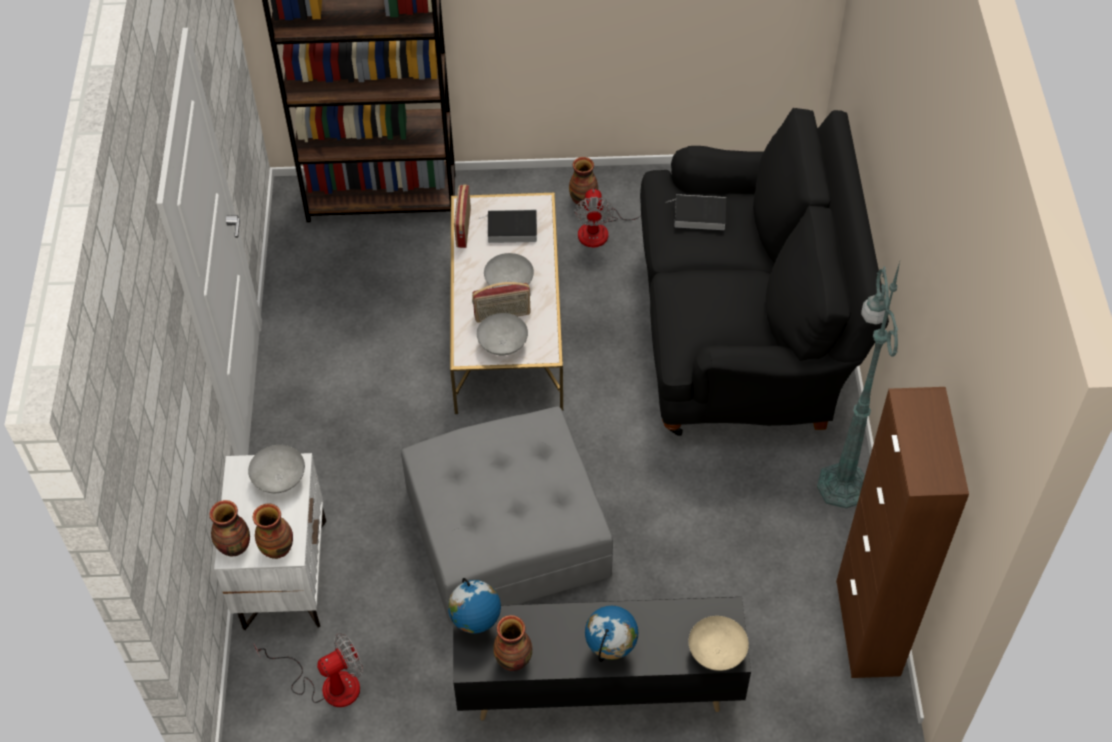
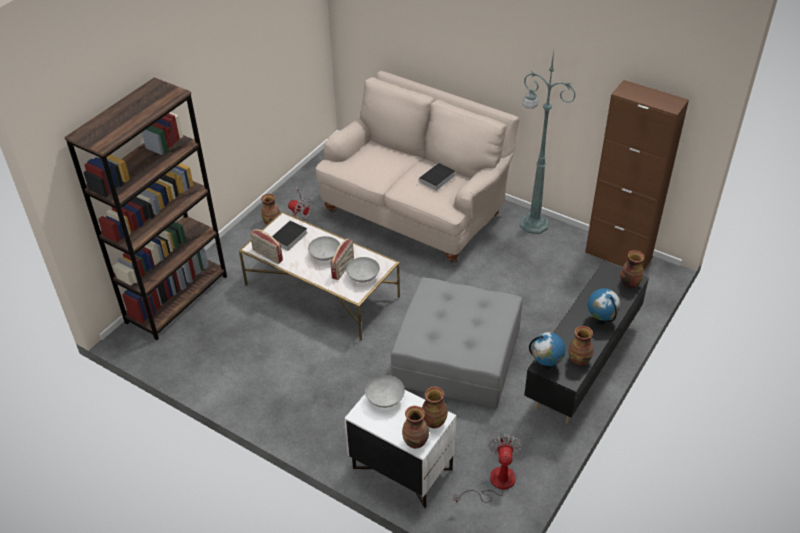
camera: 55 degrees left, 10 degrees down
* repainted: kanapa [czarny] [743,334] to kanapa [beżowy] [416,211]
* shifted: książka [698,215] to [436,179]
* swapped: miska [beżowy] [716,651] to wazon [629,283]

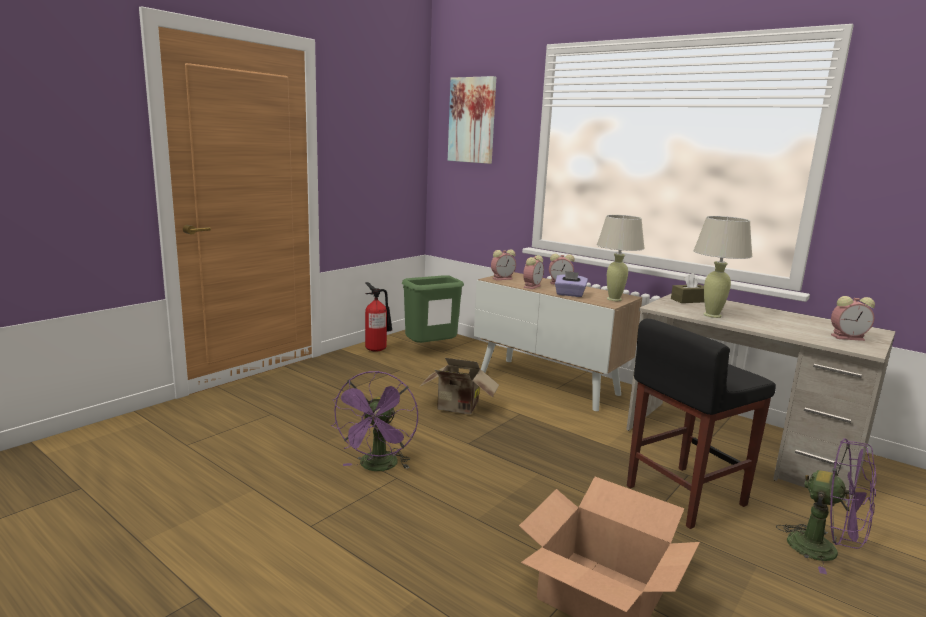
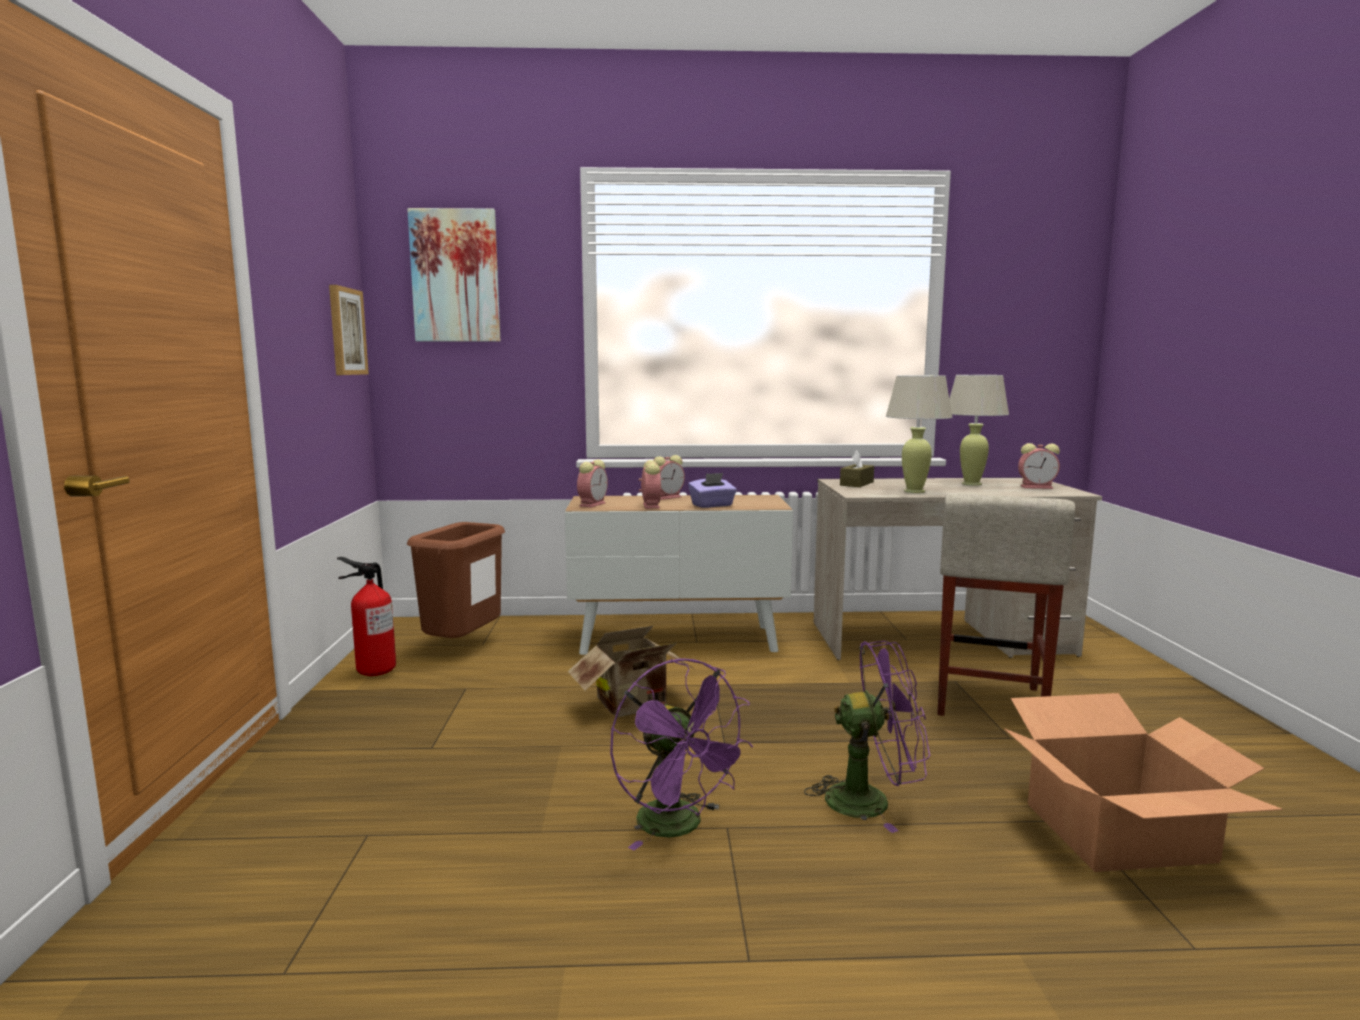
camera: 40 degrees left, 5 degrees down
* repainted: kosz na śmieci [zielony] [430,350] to kosz na śmieci [brązowy] [464,648]
* shifted: lampa stołowa [beżowy] [614,299] to [972,484]
* repainted: stołek [czarny] [684,496] to stołek [beżowy] [988,701]
* shifted: wentylator [fioletowy] [824,551] to [870,800]
* rotated: budzik [848,337] = [1038,487] 45 degrees clockwise
* new: obraz [346,331]

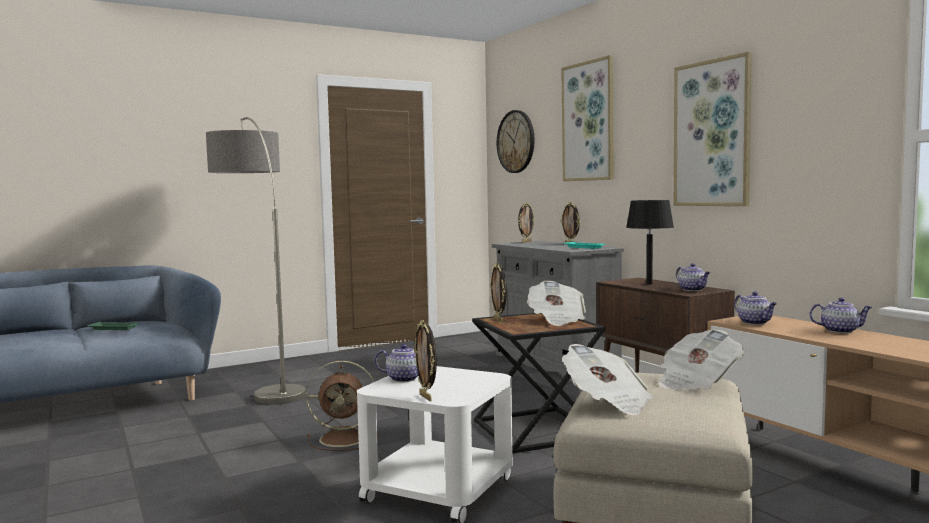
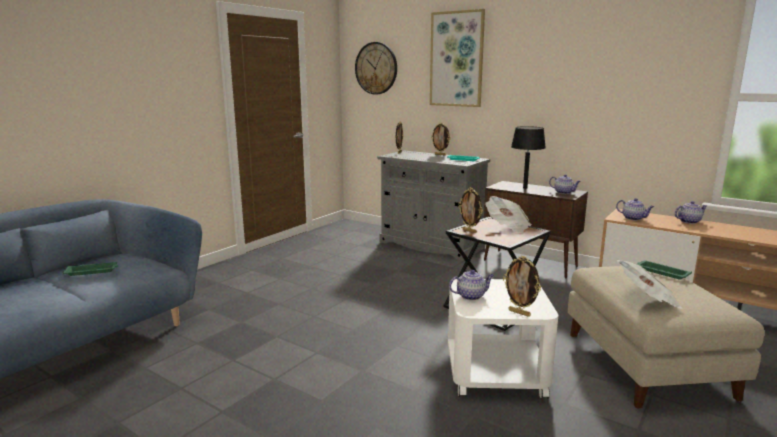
camera: 25 degrees left, 10 degrees up
* gone: lampa stojąca [262,383]
* gone: wentylator [brązowy] [345,438]
* swapped: gazeta [696,382] to taca [zielony] [661,272]
* gone: obraz [712,133]

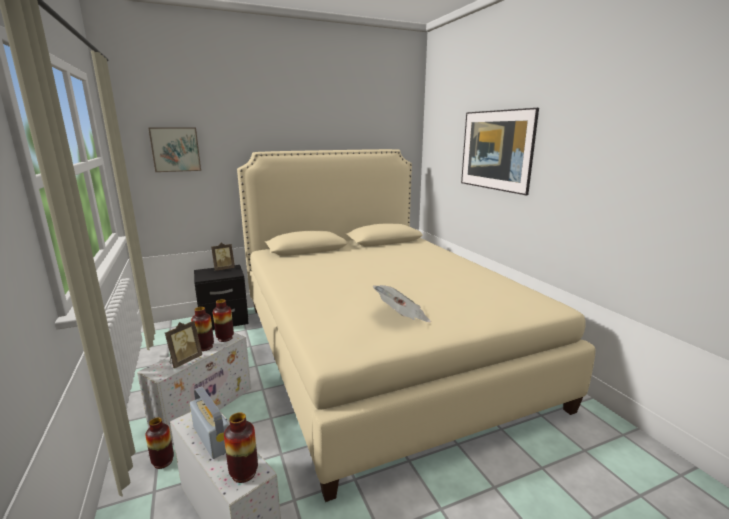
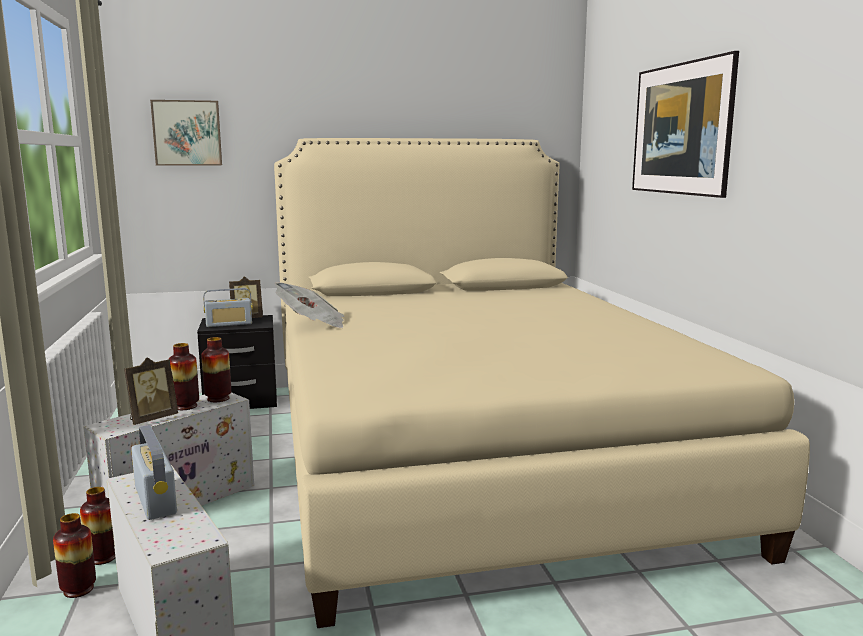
camera: 10 degrees right, 5 degrees down
* shifted: wazon [244,473] to [78,589]
* shifted: gazeta [402,317] to [312,324]
* new: radio [229,324]

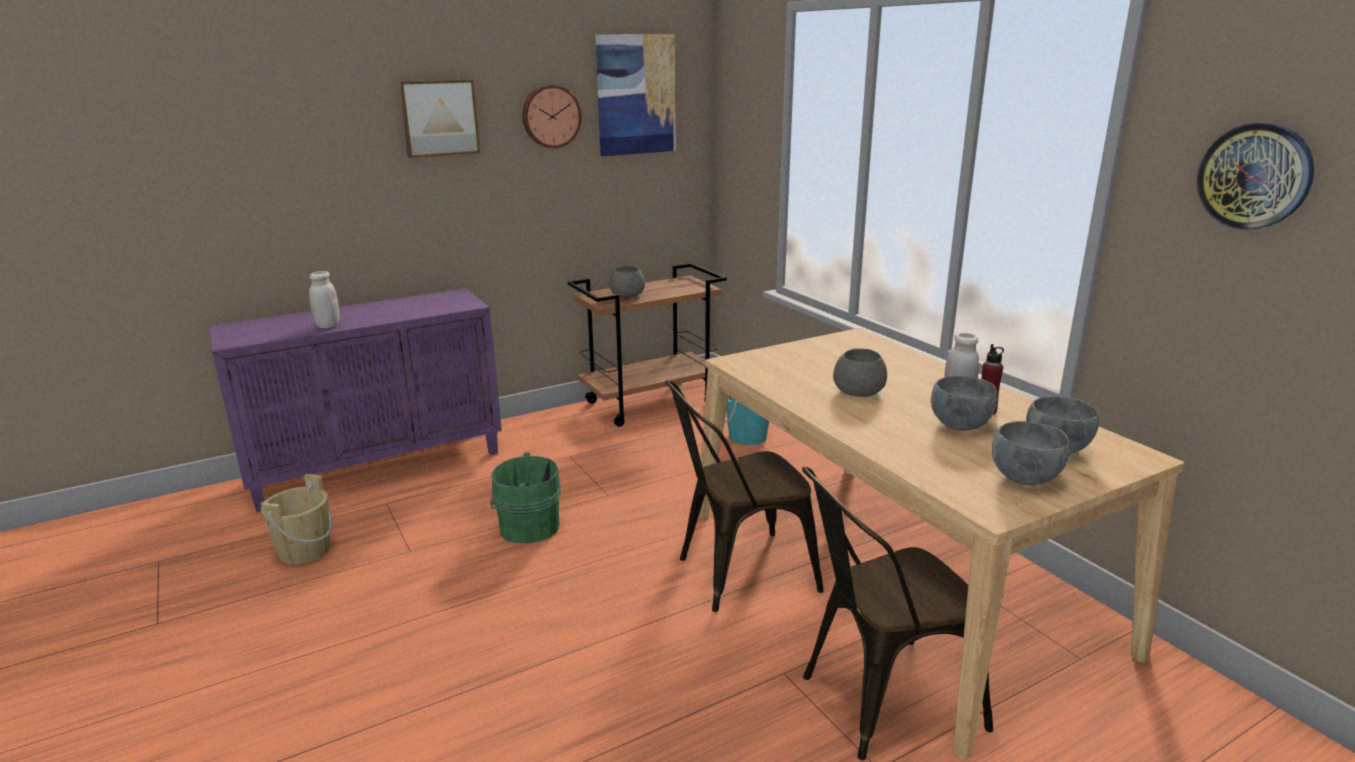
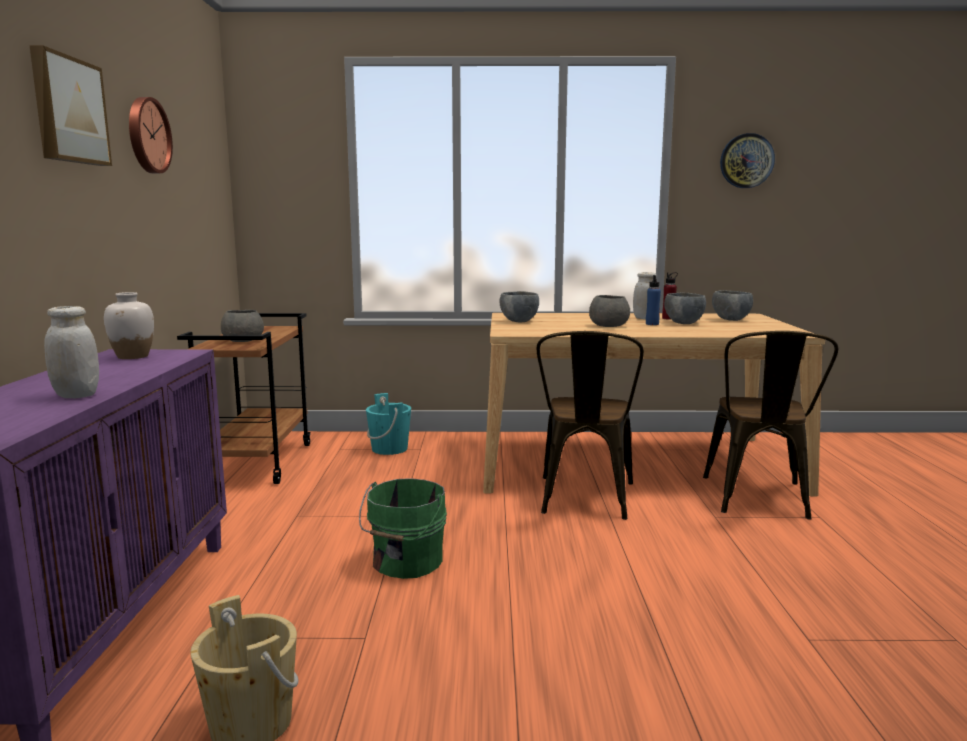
camera: 60 degrees left, 10 degrees down
* gone: obraz [636,95]
* shifted: miska [szary] [1024,478] to [518,321]
* new: wazon [biały] [133,356]
* new: butelka [niebieski] [652,324]

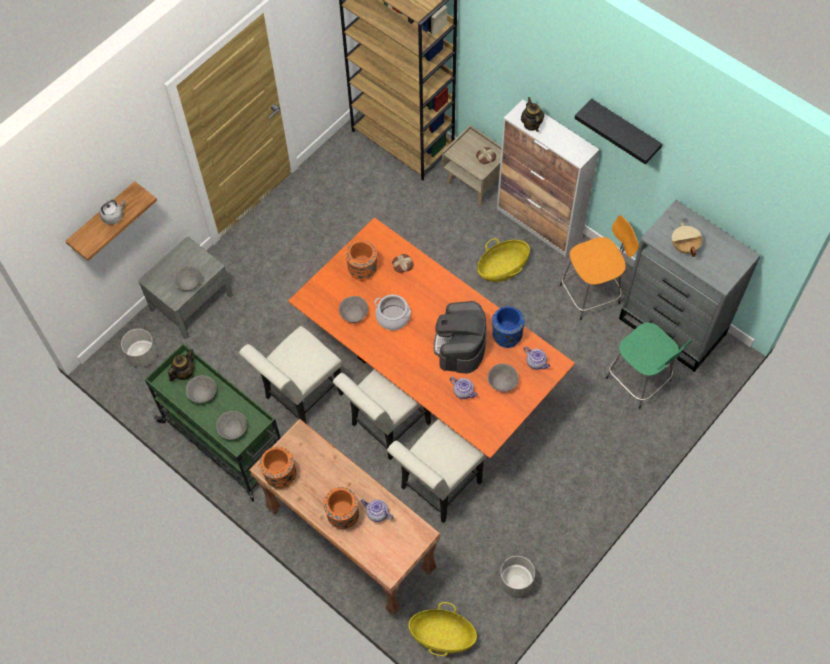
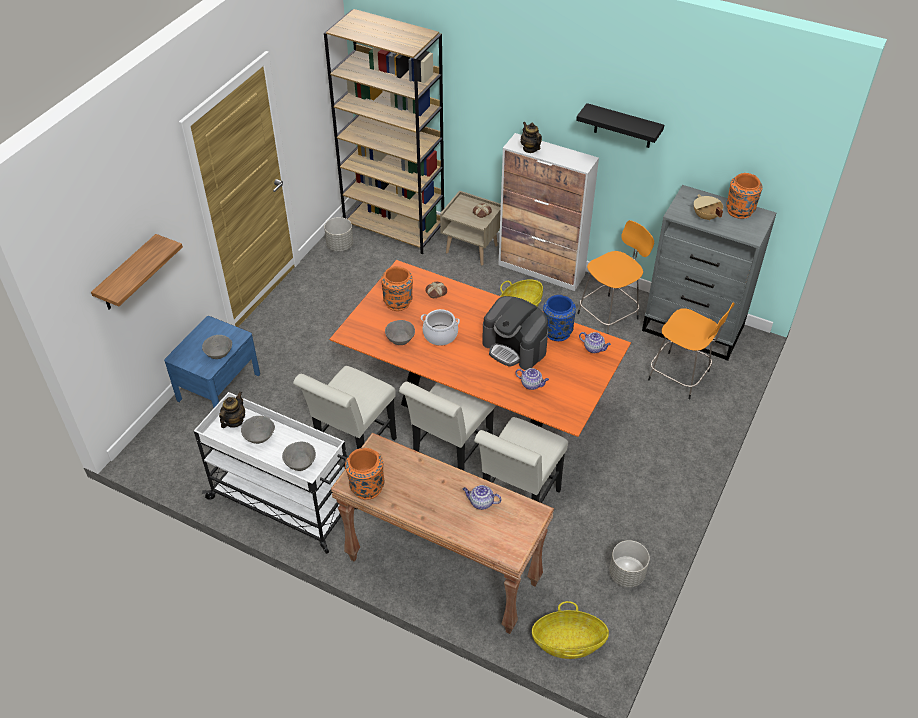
camera: 15 degrees left, 15 degrees down
* gone: czajnik [szary] [114,216]
* shifted: donica [szary] [142,355] to [340,246]
* repainted: szafka nocna [szary] [191,302] to szafka nocna [niebieski] [218,386]
* repainted: wózek [zielony] [226,442] to wózek [biały] [285,504]
* shifted: wazon [pomarańczowy] [343,516] to [739,211]
* rotated: ekspres do kawy [460,346] = [515,347] 45 degrees counterclockwise
* gone: miska [szary] [502,383]
* repainted: stołek [zielony] [640,381] to stołek [pomarańczowy] [681,376]

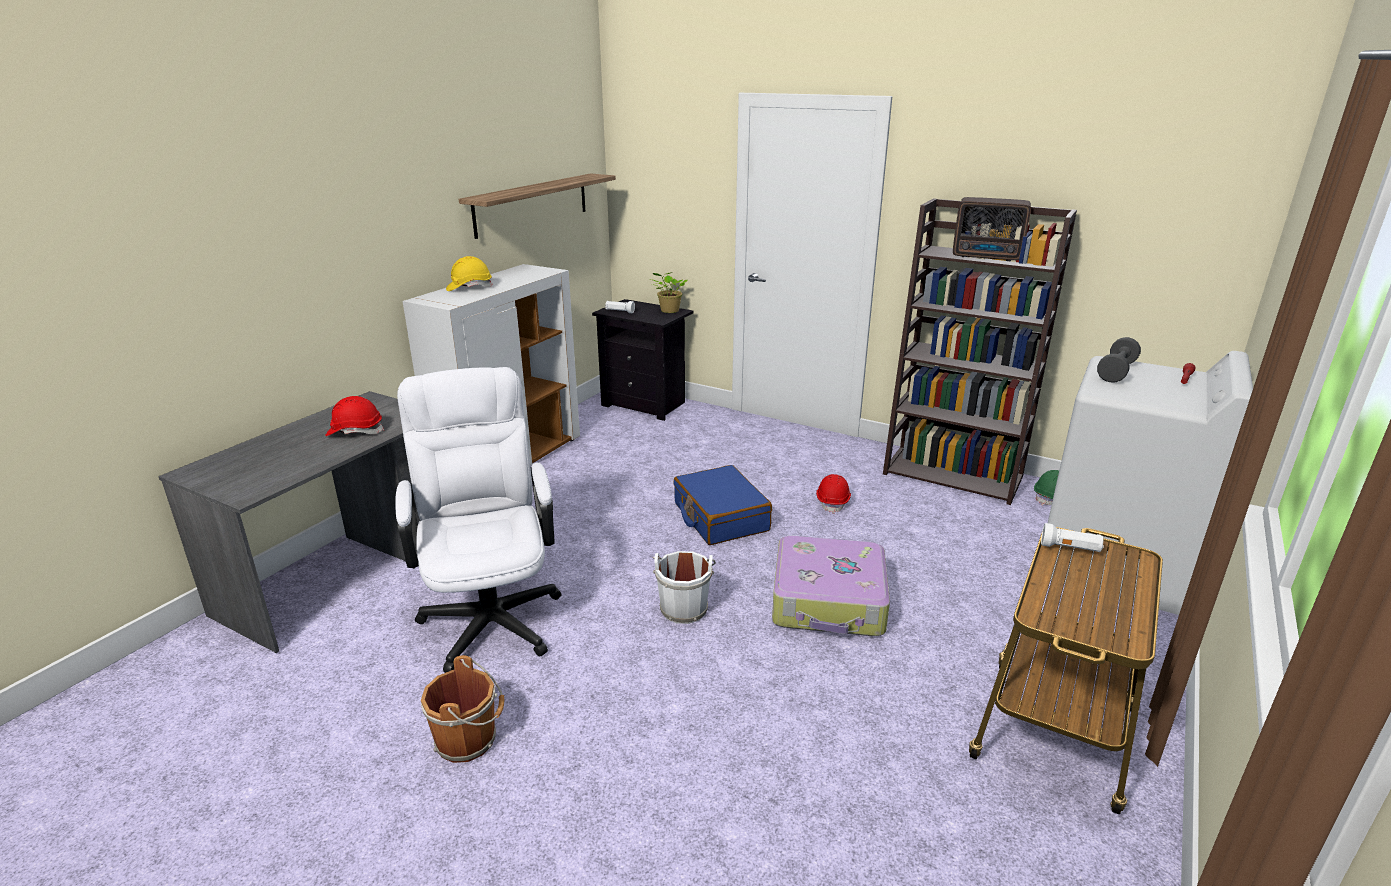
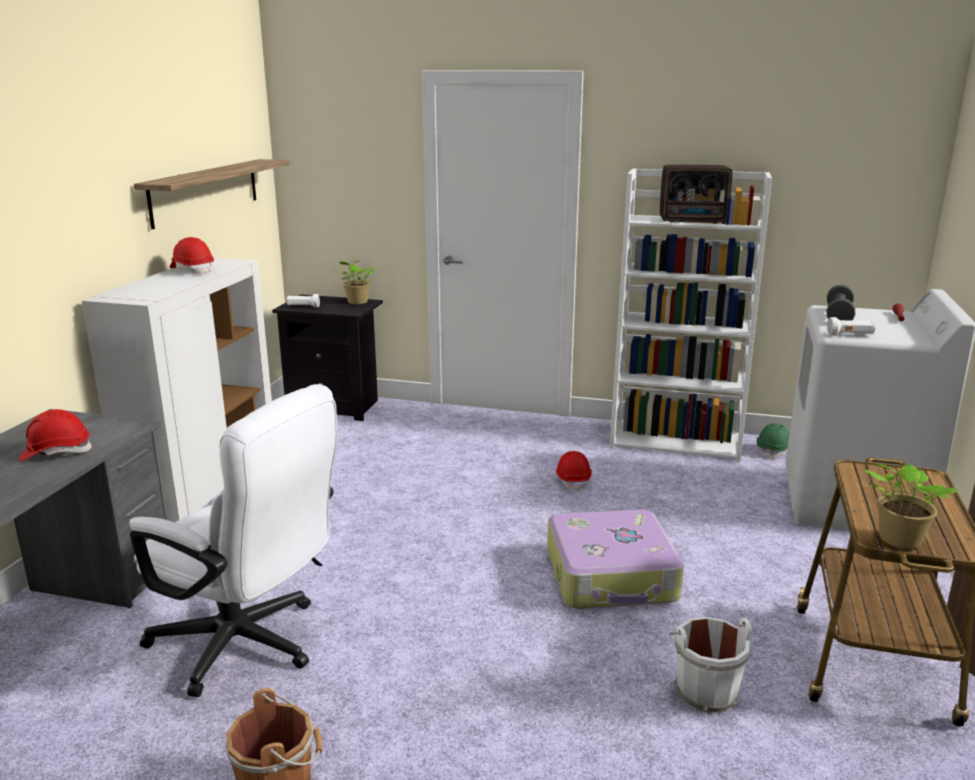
camera: 15 degrees left, 5 degrees down
* rotated: krzesło biurowe [biały] [491,612] = [248,646] 150 degrees clockwise
* gone: kask [żółty] [469,287]
* shifted: wiadro [biały] [683,607] to [704,691]
* gone: walizka [niebieski] [720,517]
* repainted: regał [brązowy] [954,475] to regał [biały] [677,441]
* shifted: latarka [biały] [1070,548] to [850,335]
* new: kask [czerwony] [192,270]
* new: roślina doniczkowa [897,540]

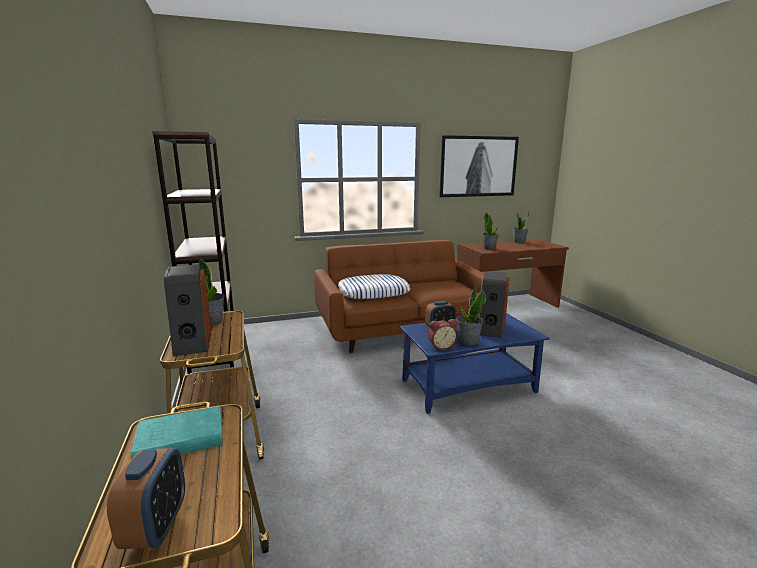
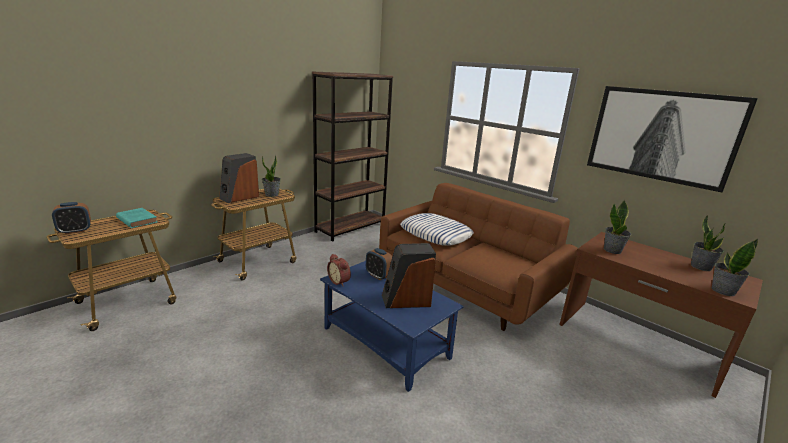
camera: 60 degrees right, 5 degrees up
* shifted: roślina doniczkowa [468,341] to [722,290]

